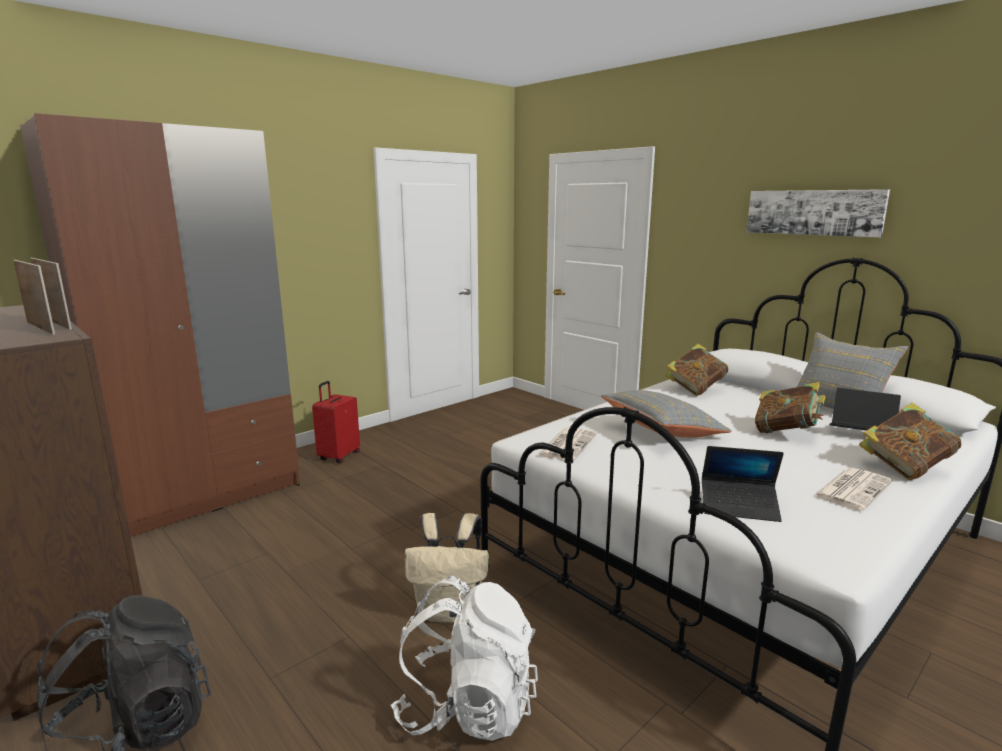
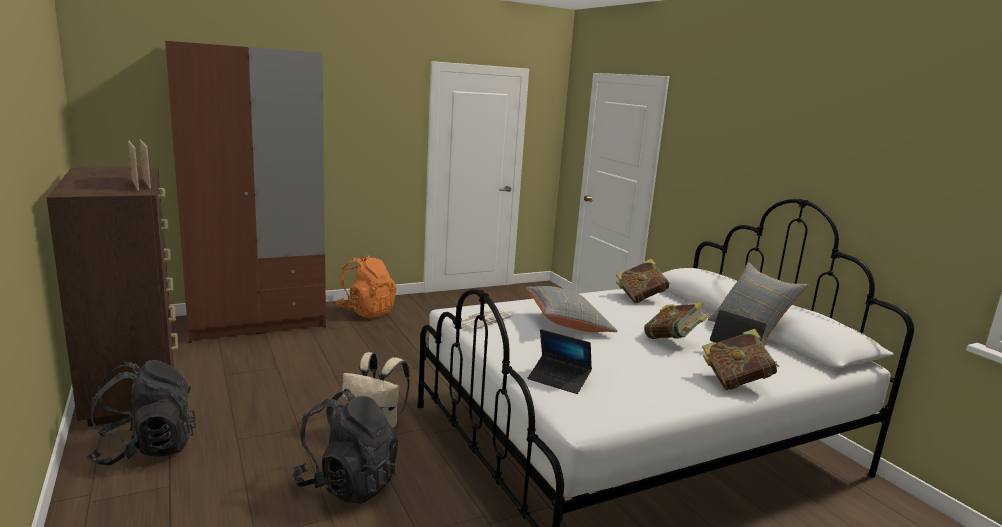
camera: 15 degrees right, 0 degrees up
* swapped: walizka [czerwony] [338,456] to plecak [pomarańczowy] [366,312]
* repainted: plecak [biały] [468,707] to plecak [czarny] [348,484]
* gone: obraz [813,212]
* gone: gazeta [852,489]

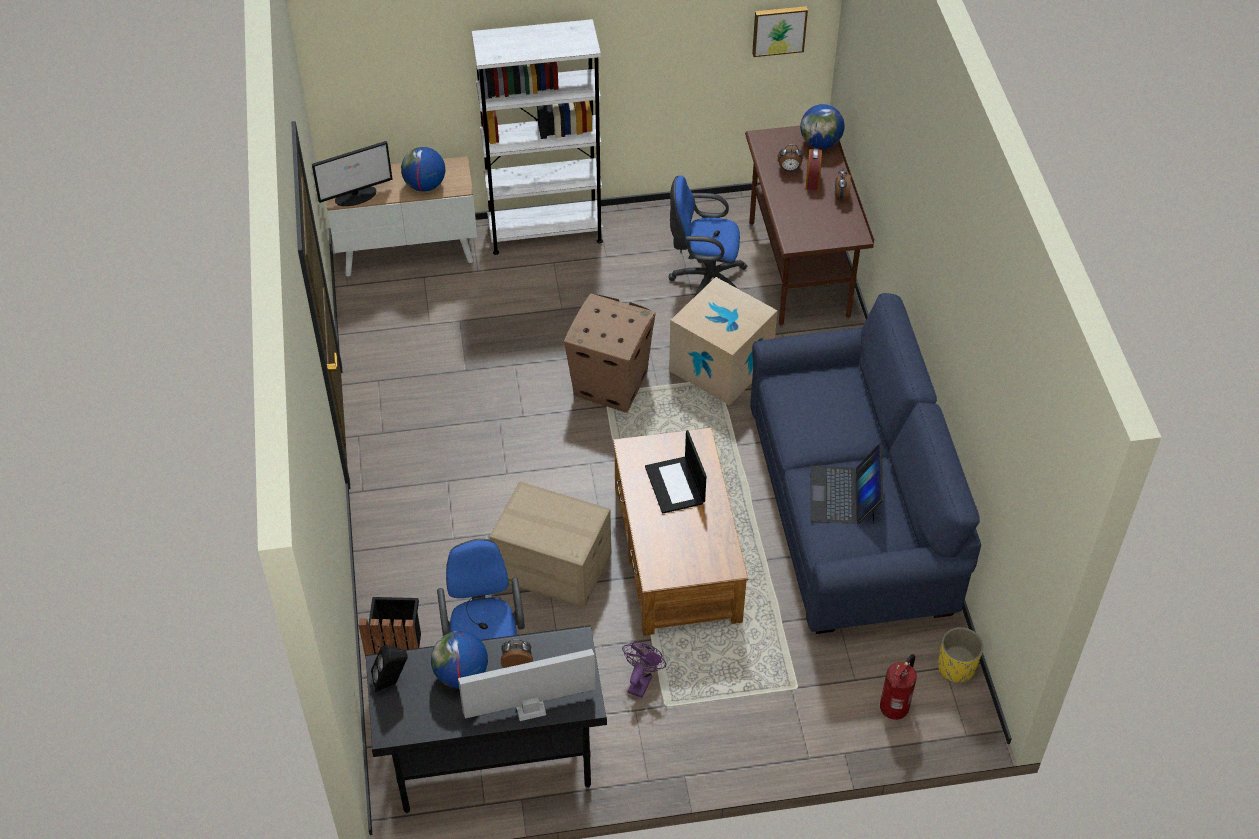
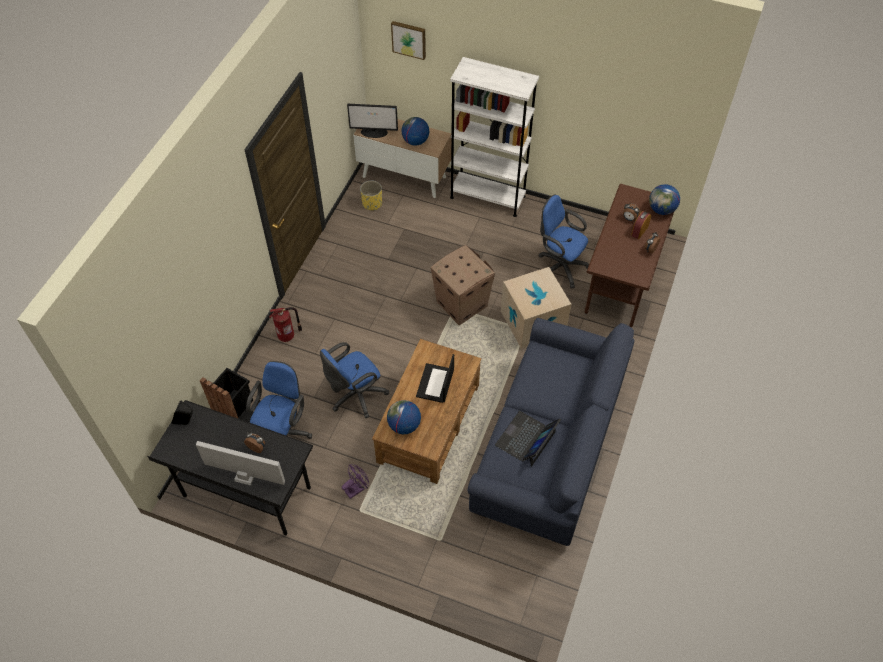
camera: 30 degrees right, 5 degrees up
* shifted: globus [461,674] to [404,425]
* swapped: karton [552,566] to krzesło biurowe [niebieski] [355,396]
* shifted: obraz [779,30] to [409,39]
* shifted: gaśnica [895,707] to [287,336]
* shifted: donica [żółty] [956,667] to [372,203]

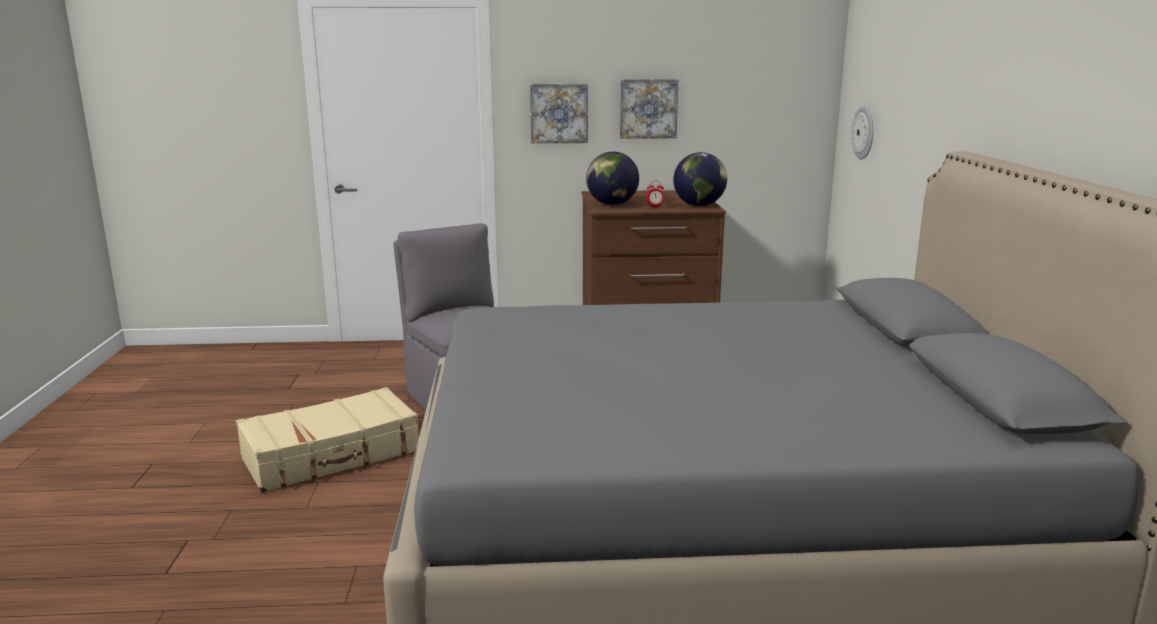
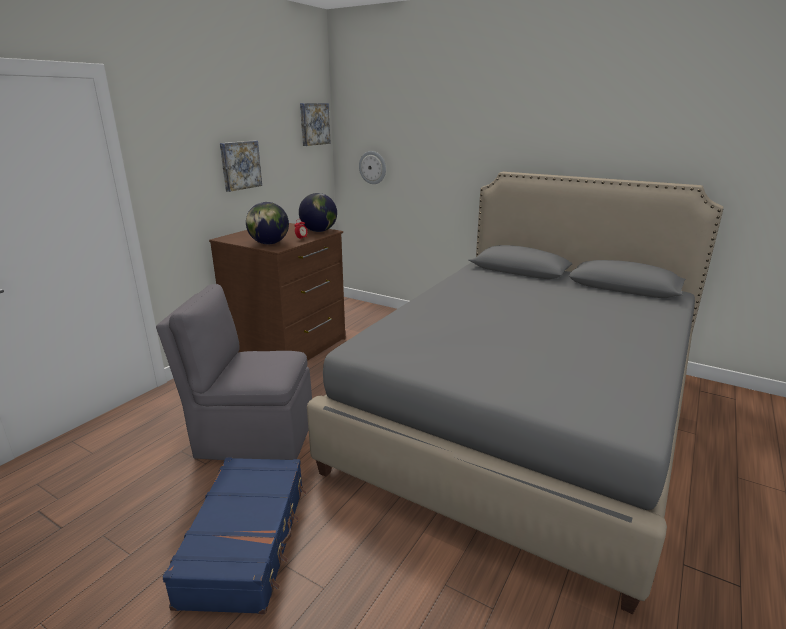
camera: 55 degrees left, 5 degrees up
* repainted: walizka [beżowy] [332,455] to walizka [niebieski] [247,541]
* shifted: obraz [559,113] to [314,124]

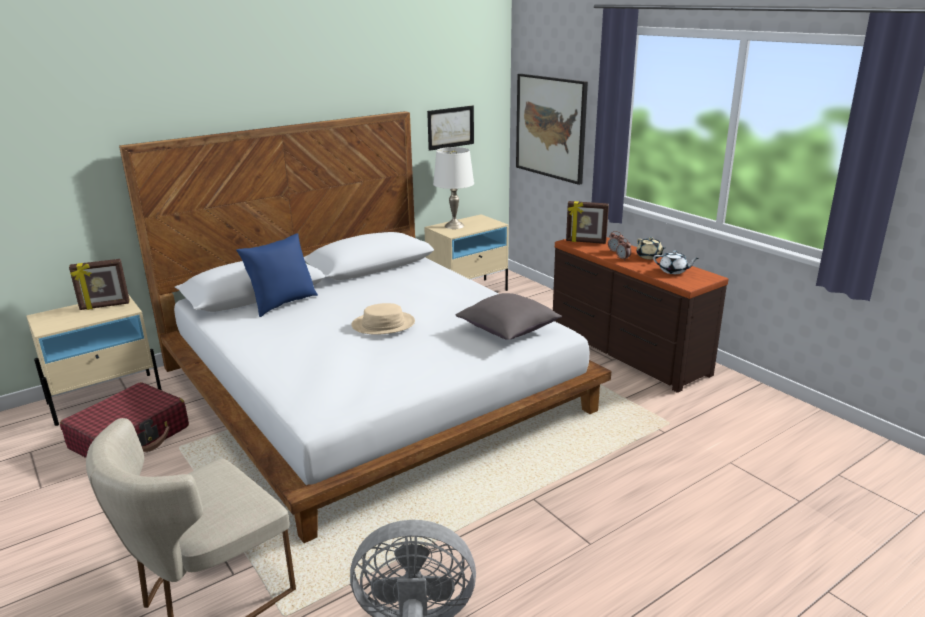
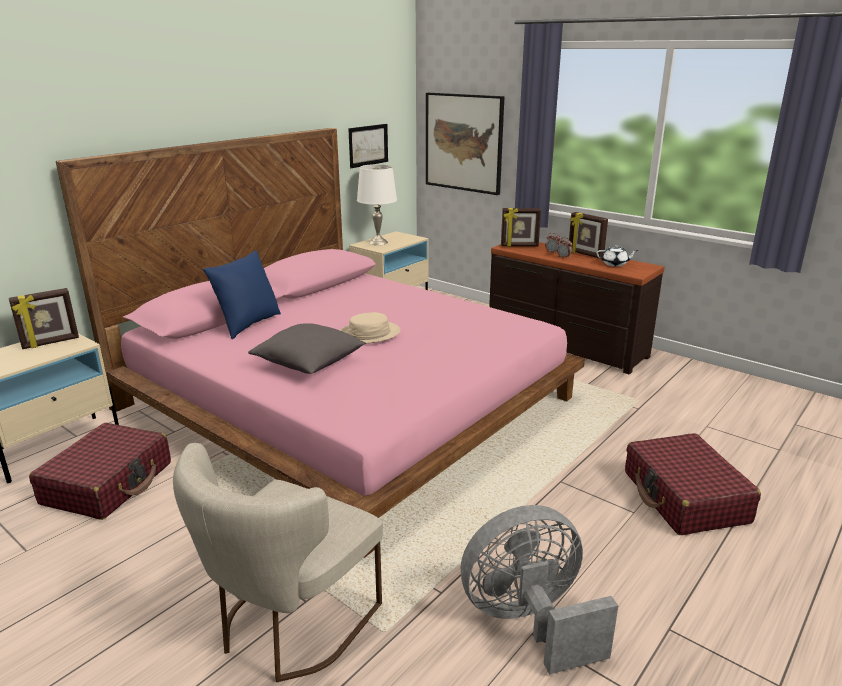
camera: 15 degrees left, 0 degrees up
* repainted: łóżko [biały] [372,388] to łóżko [różowy] [348,403]
* shifted: poduszka [szary] [508,331] to [309,364]
* swapped: imbryk [beżowy] [649,257] to ramka na zdjęcie [585,254]
* new: walizka [czerwony] [684,497]

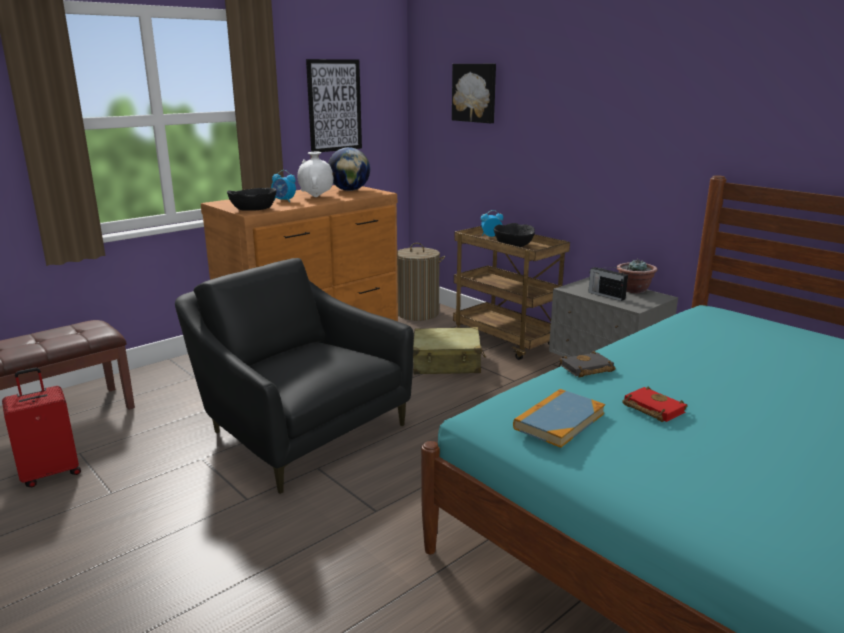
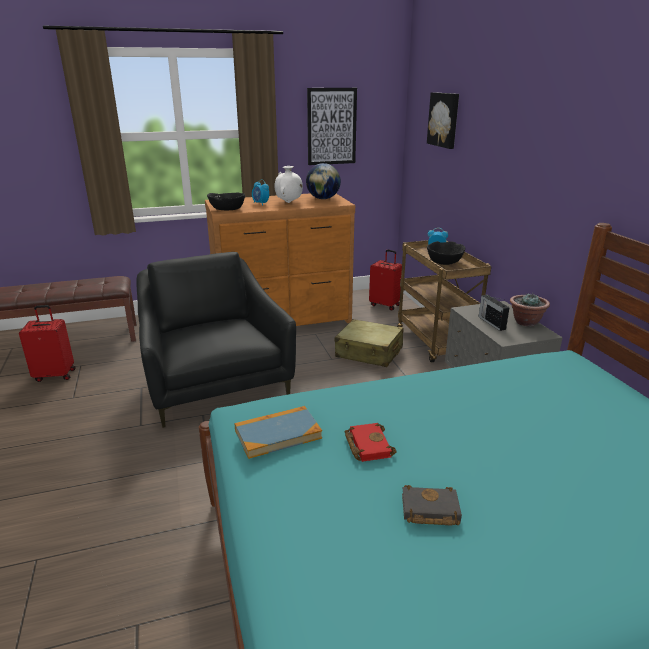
camera: 25 degrees right, 5 degrees up
* swapped: kosz na pranie [417,313] to walizka [czerwony] [385,305]
* shifted: książka [czarny] [586,369] to [428,510]

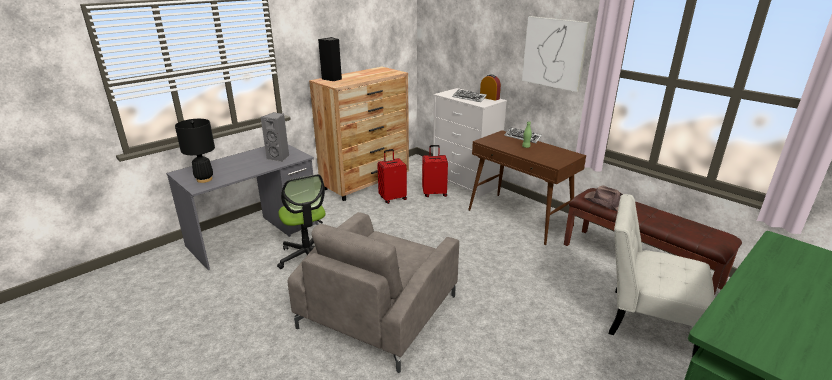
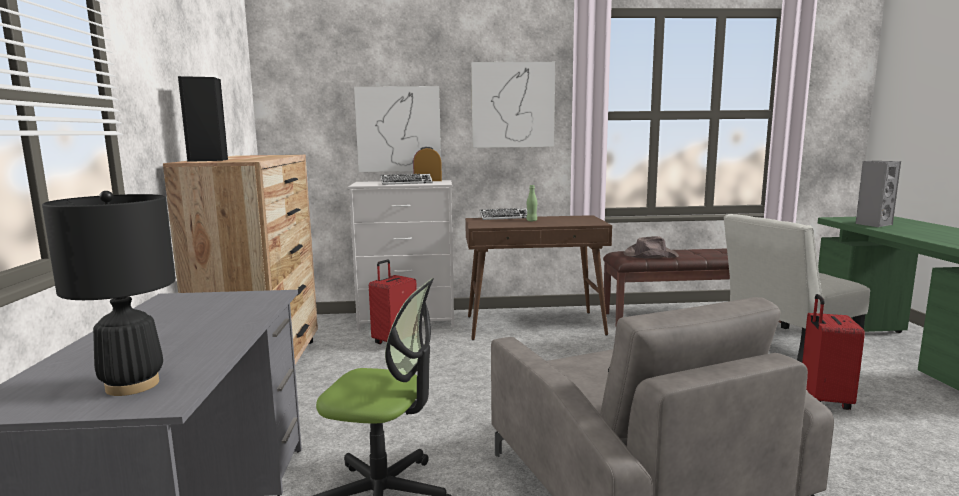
camera: 50 degrees left, 15 degrees down
* shifted: głośnik [szary] [279,158] to [873,224]
* shifted: walizka [czerwony] [392,198] to [823,399]
* new: obraz [398,129]

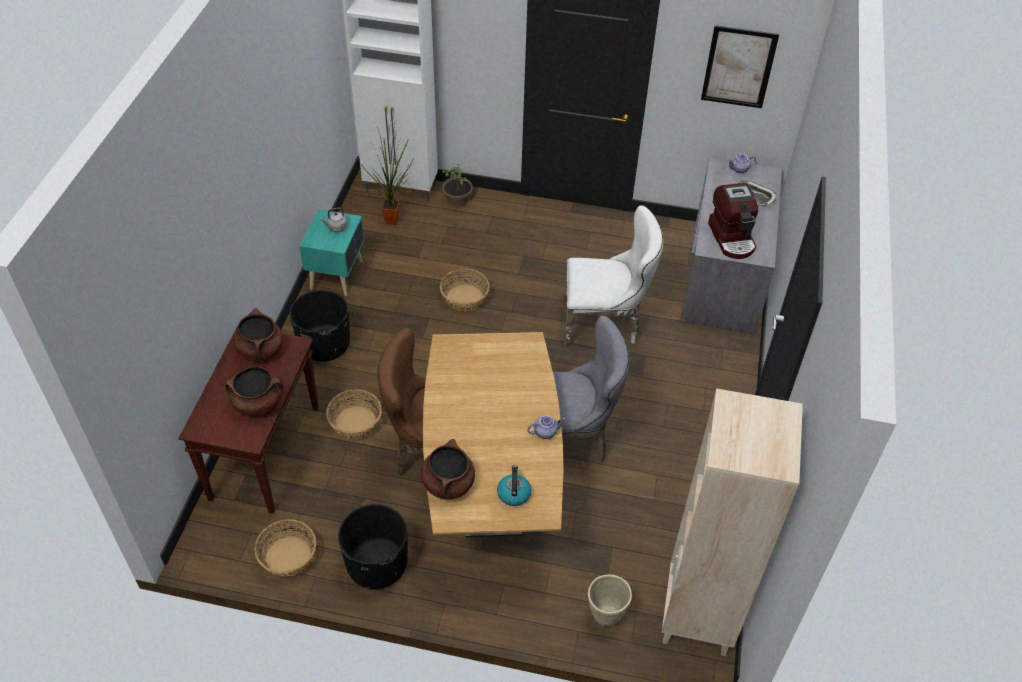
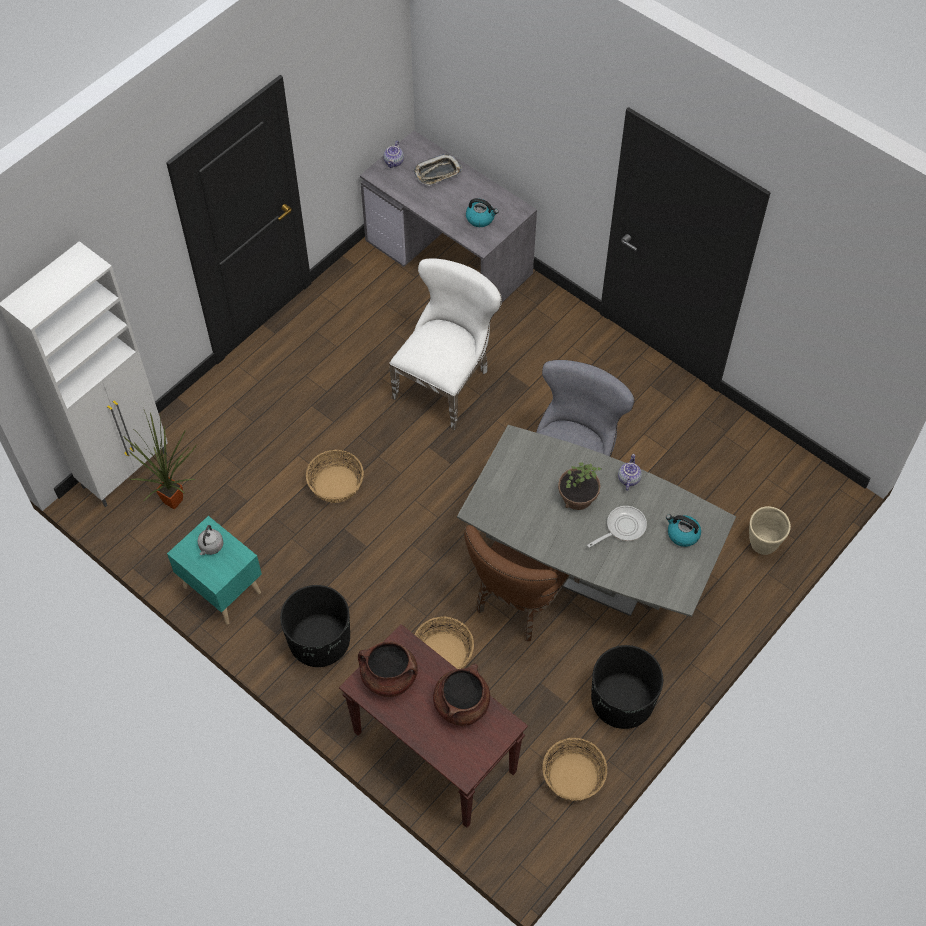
camera: 60 degrees left, 10 degrees up
* gone: garnek [brązowy] [448,483]
* repainted: stół jadalny [brązowy] [491,488] to stół jadalny [szary] [587,570]
* shifted: roślina doniczkowa [457,199] to [577,497]
* gone: regał [beżowy] [698,616]
* gone: obraz [738,67]
* swapped: ekspres do kawy [732,238] to czajnik [480,218]
* new: patelnia [622,527]

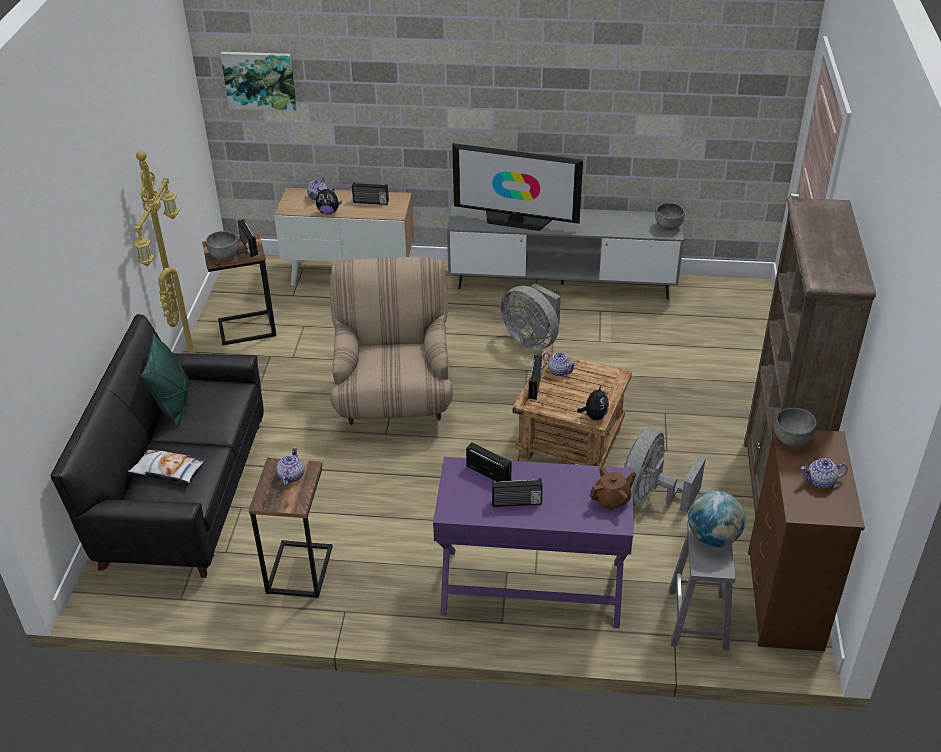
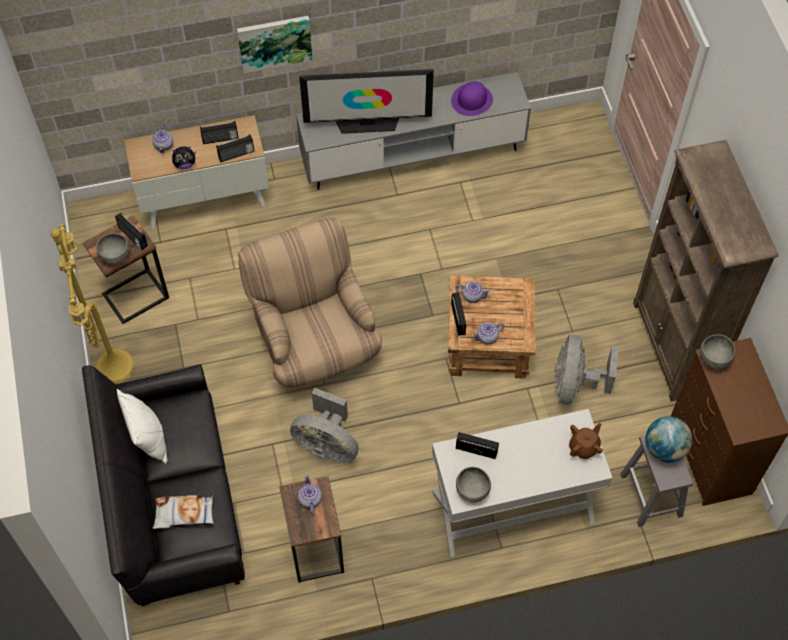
camera: 20 degrees left, 20 degrees up
* repainted: poduszka [zielony] [174,404] to poduszka [biały] [149,439]
* shifted: obraz [259,80] to [274,42]
* repainted: stolik konsolowy [fioletowy] [531,588] to stolik konsolowy [biały] [512,507]
* shifted: radio [516,503] to [236,155]
* shifted: wentylator [szary] [532,339] to [327,445]
* gone: pluszak [594,416]
* shifted: miska [szary] [668,227] to [472,491]
* shifted: imbryk [821,482] to [487,337]
* new: kapelusz [fioletowy] [472,100]

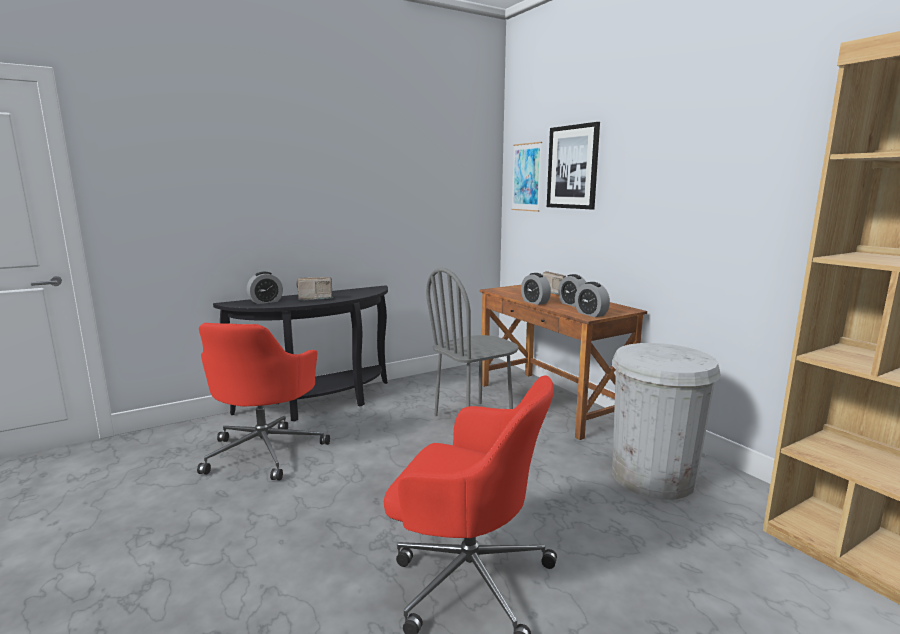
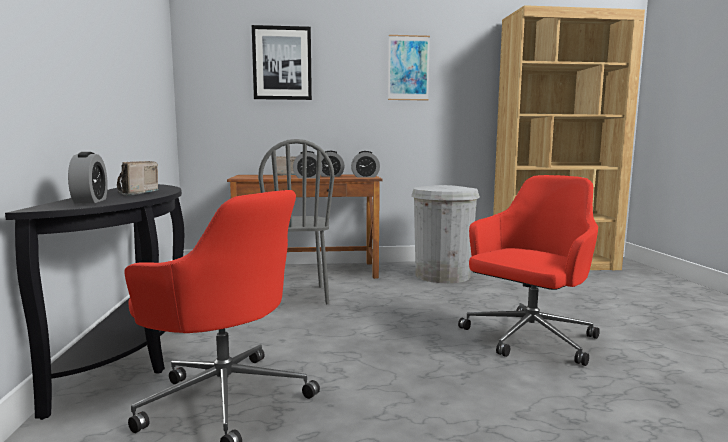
camera: 65 degrees left, 5 degrees down
* shifted: obraz [526,177] to [408,68]

